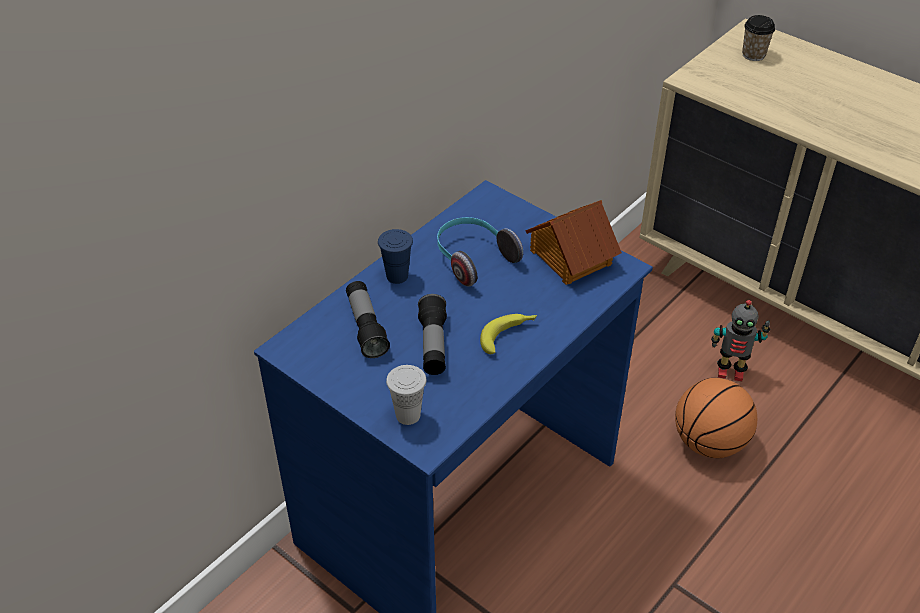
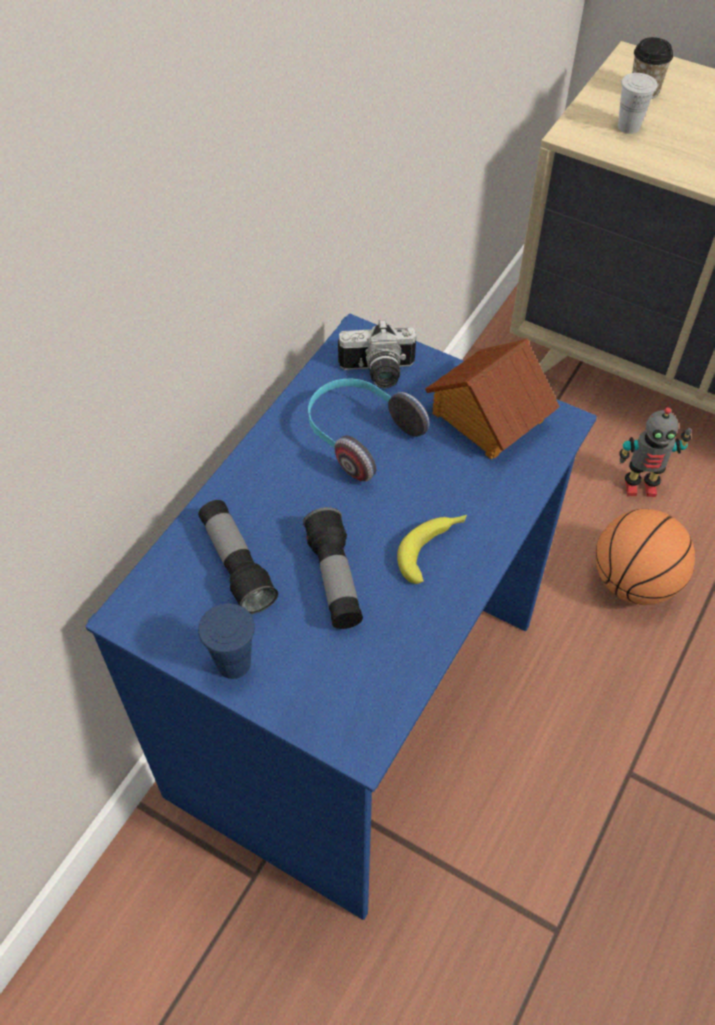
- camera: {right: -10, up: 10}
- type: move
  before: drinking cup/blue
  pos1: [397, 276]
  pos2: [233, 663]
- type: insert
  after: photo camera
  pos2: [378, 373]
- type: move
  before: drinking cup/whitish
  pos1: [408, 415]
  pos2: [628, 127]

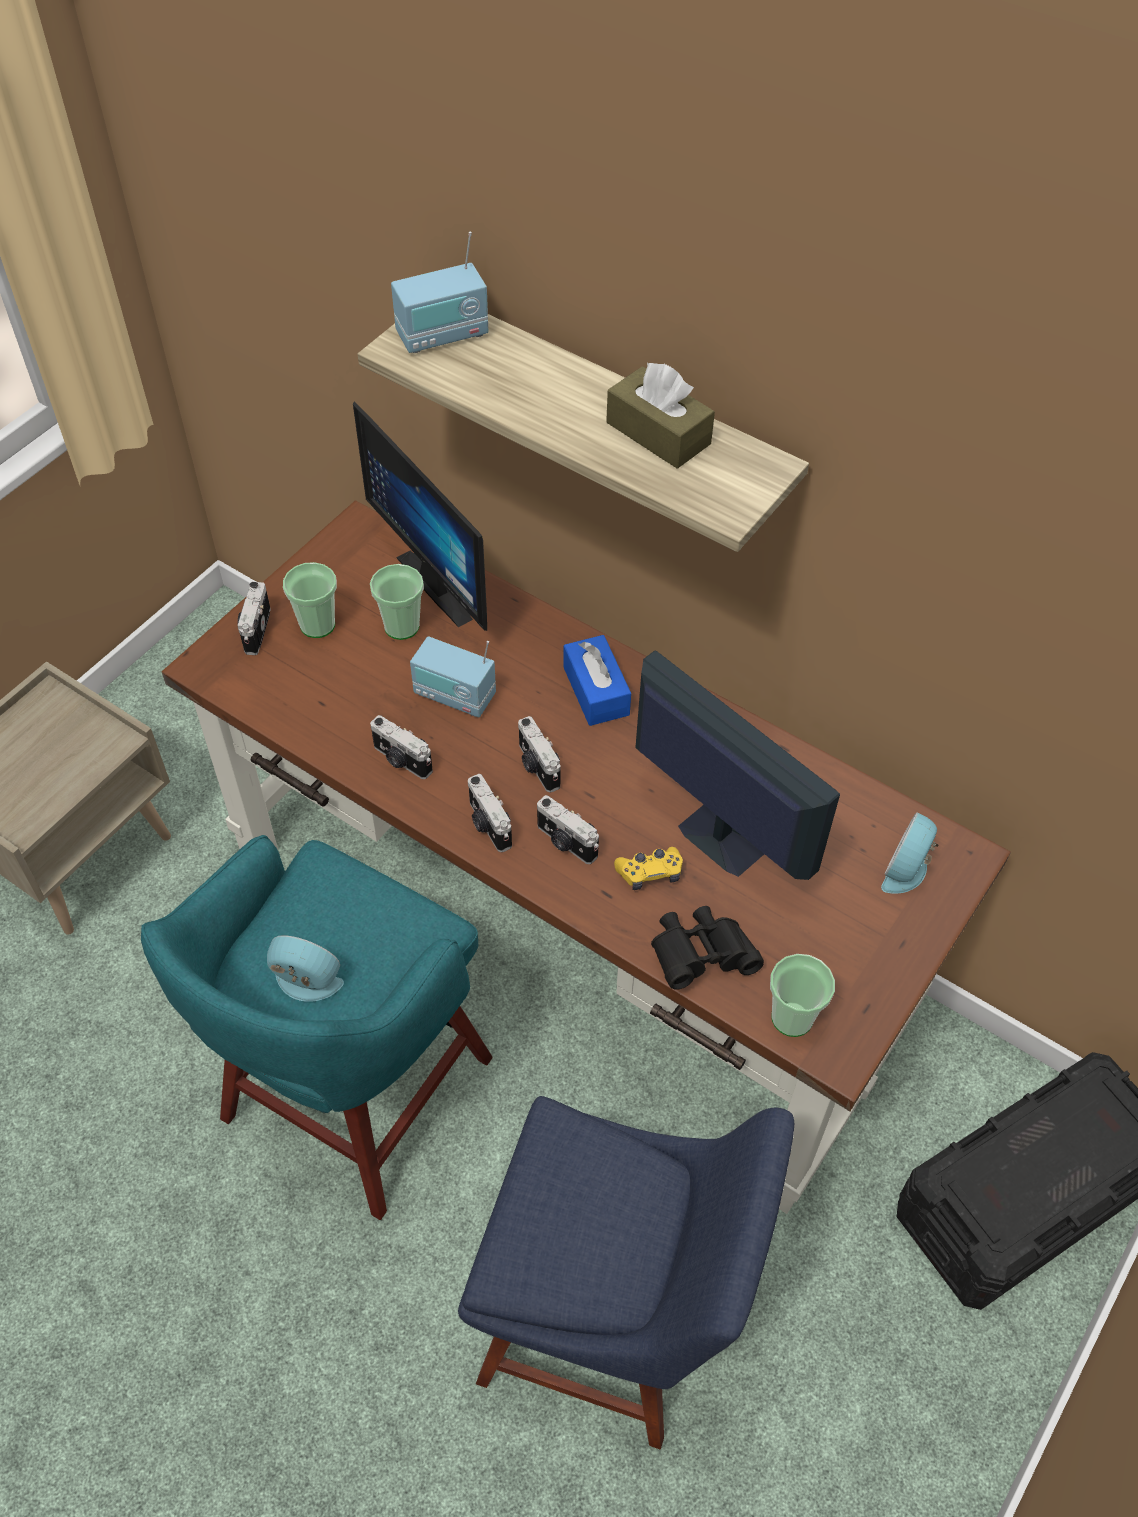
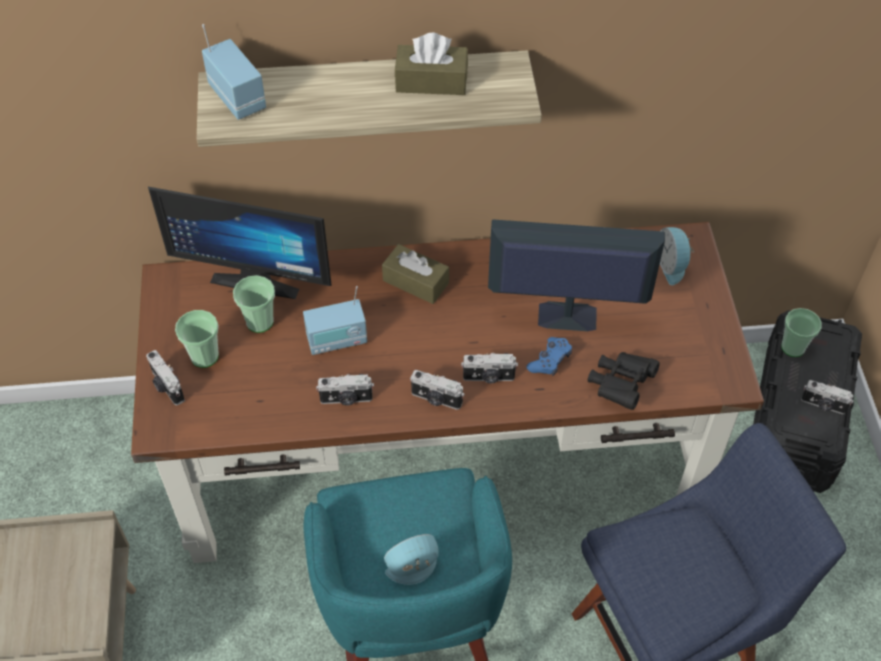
- camera: {right: -40, up: 0}
- type: rotate
  before: radio set
  pos1: [442, 336]
  pos2: [238, 97]
  turn: -60
- type: recolor
  before: tissue box/blue
  after: tissue box/brownish
  pos1: [596, 691]
  pos2: [415, 282]
- type: recolor
  before: joypad/yellowish
  after: joypad/blue
  pos1: [650, 873]
  pos2: [550, 361]
- type: move
  before: drinking cup
  pos1: [792, 1017]
  pos2: [793, 347]
- type: move
  before: photo camera
  pos1: [537, 766]
  pos2: [823, 405]

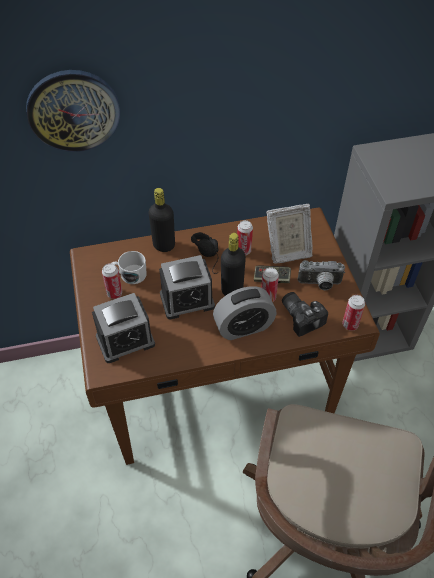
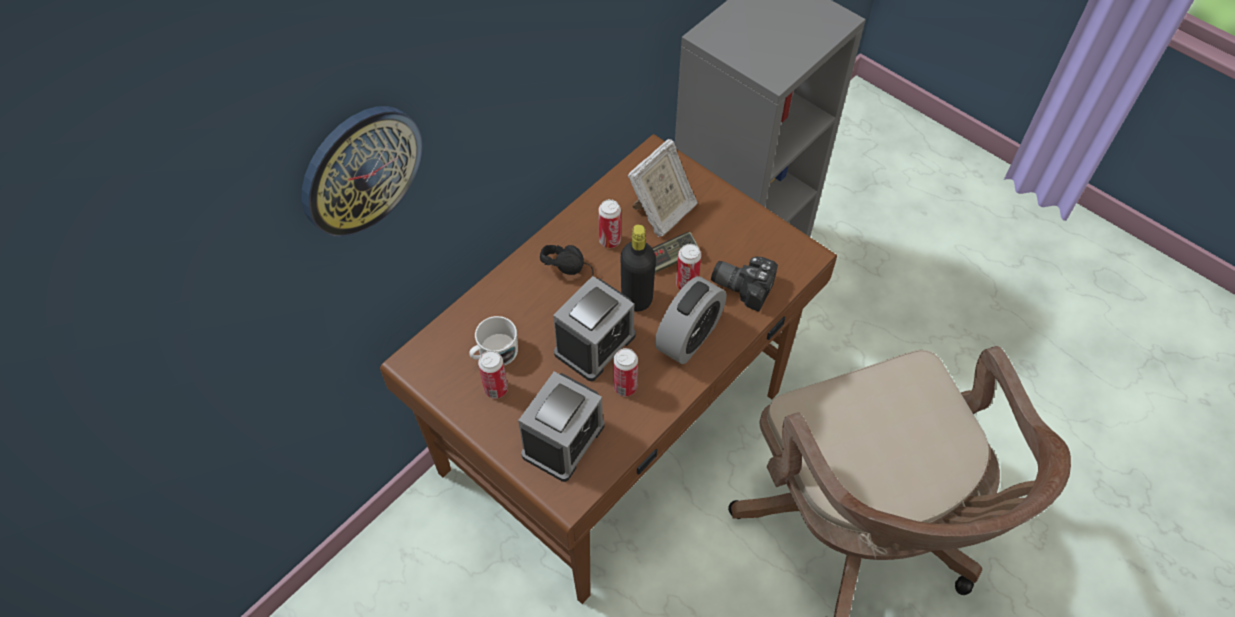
- camera: {right: -35, up: 5}
- type: move
  before: can
  pos1: [350, 324]
  pos2: [625, 387]
- type: delete
  before: drink bottle/blackish
  pos1: [164, 245]
- type: delete
  before: photo camera
  pos1: [320, 284]

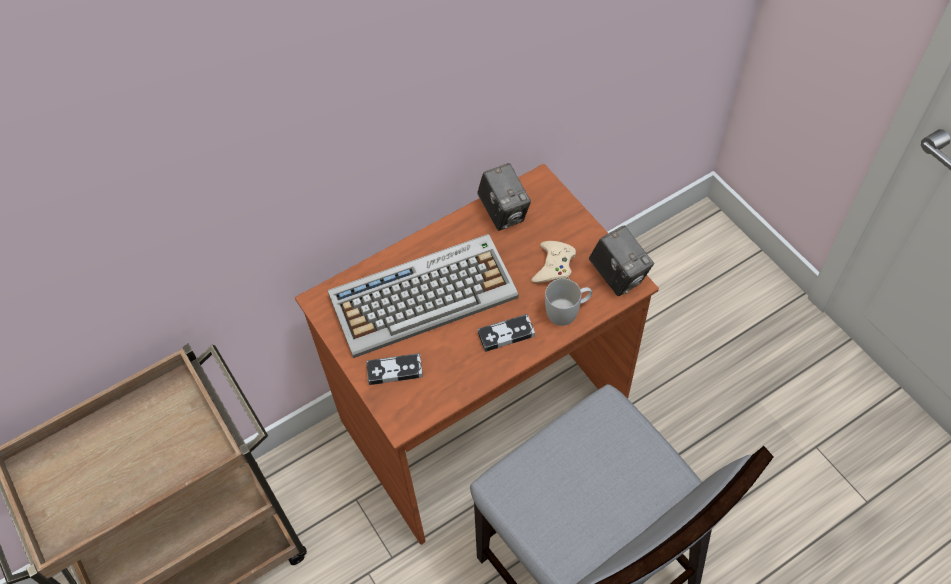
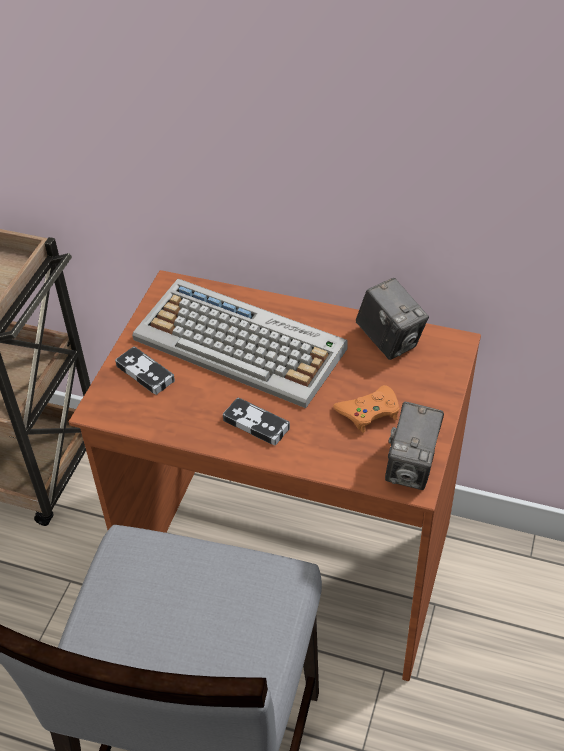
- camera: {right: 50, up: -10}
- type: recolor
  before: joypad/beige-coloured
  after: joypad/orange-coloured
  pos1: [554, 266]
  pos2: [369, 412]
- type: rotate
  before: photo camera
  pos1: [503, 212]
  pos2: [389, 340]
  turn: -60
- type: delete
  before: coffee mug/whitish
  pos1: [568, 311]

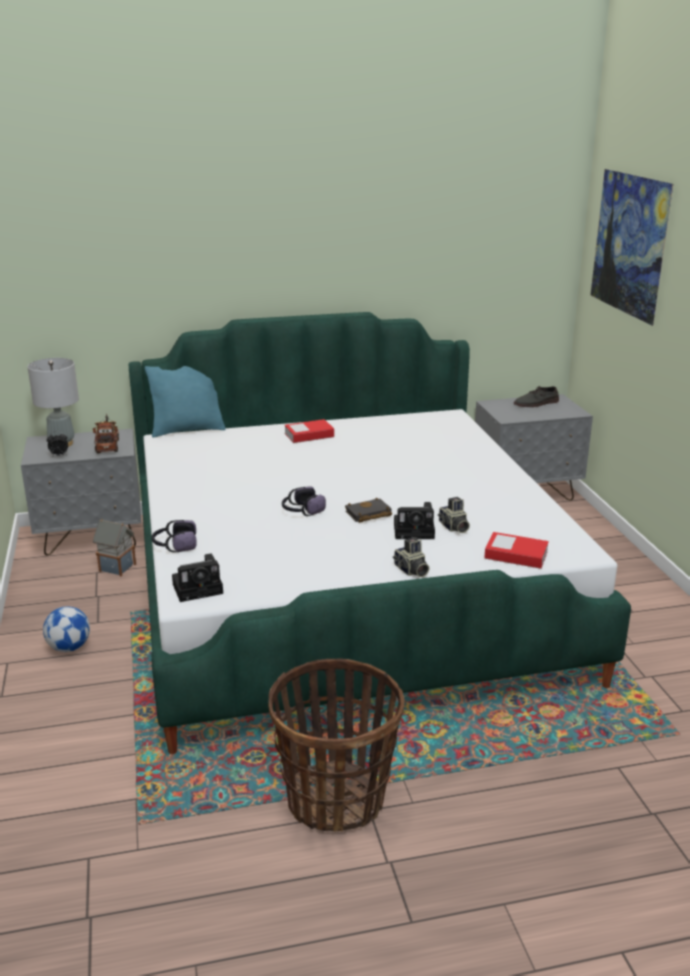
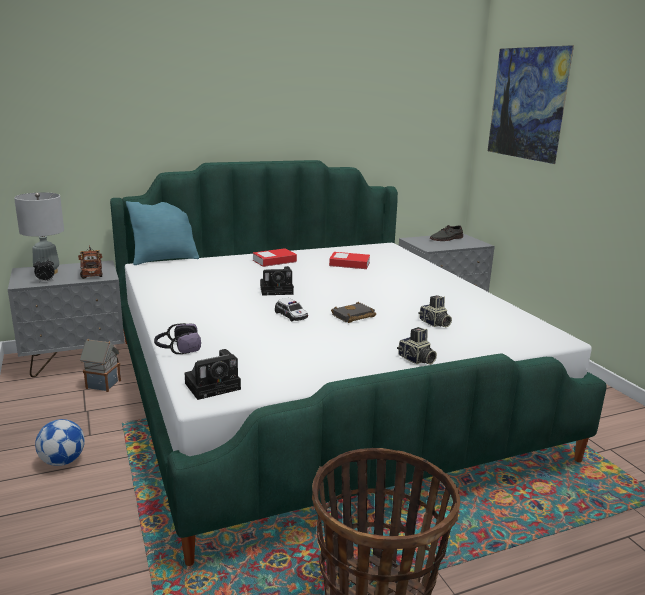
- camera: {right: -10, up: -5}
- type: move
  before: photo camera
  pos1: [416, 531]
  pos2: [278, 290]
- type: replace
  before: pair of headphones
  after: model car
  pos1: [302, 510]
  pos2: [291, 315]
- type: move
  before: volume
  pos1: [516, 555]
  pos2: [349, 264]

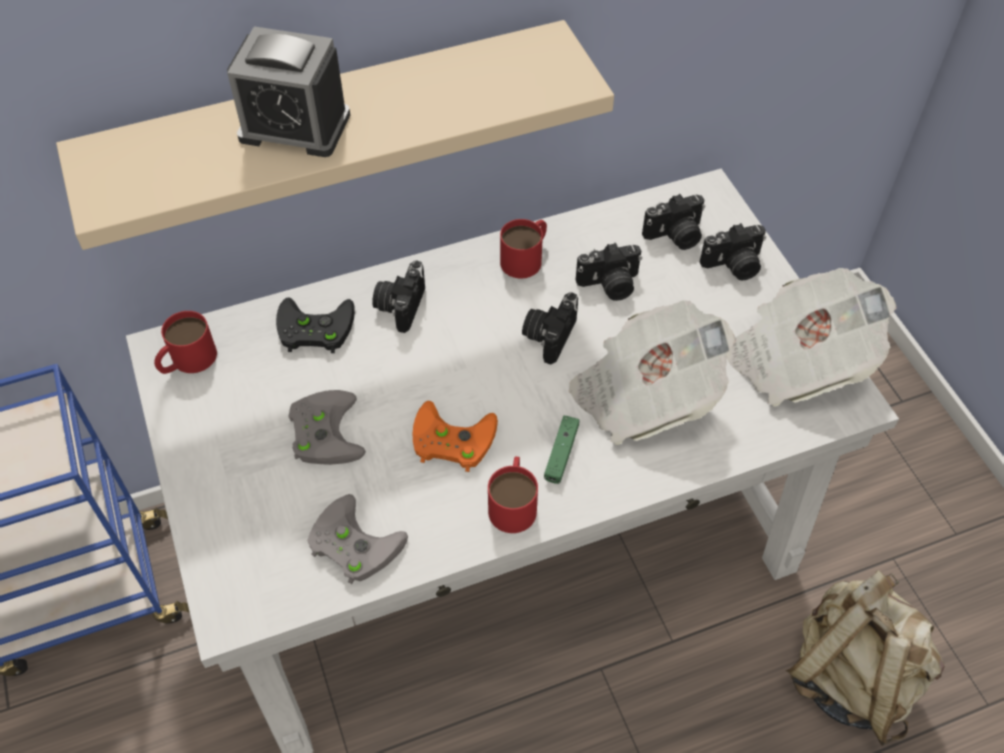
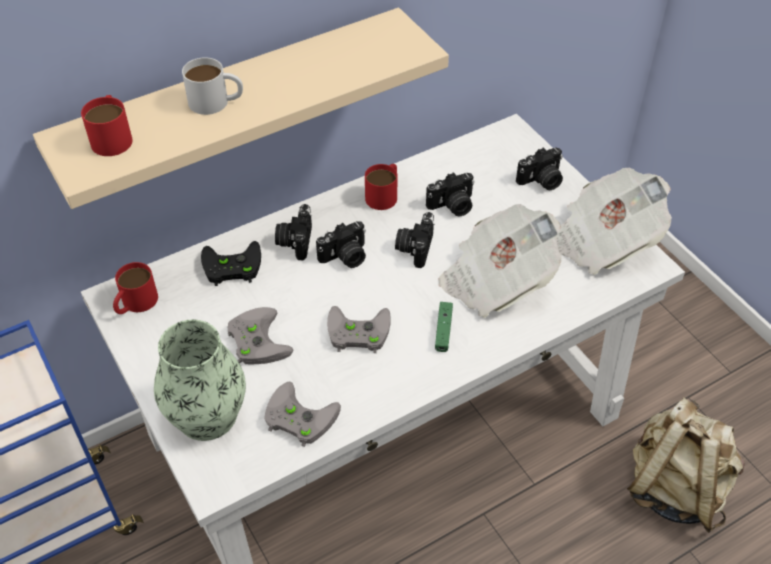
- camera: {right: -10, up: -5}
- type: move
  before: coffee mug/red
  pos1: [513, 502]
  pos2: [112, 136]
- type: insert
  after: vase
  pos2: [207, 415]
- type: replace
  before: table clock
  after: coffee mug/whitish
  pos1: [294, 126]
  pos2: [216, 102]
- type: move
  before: photo camera
  pos1: [675, 236]
  pos2: [345, 257]
- type: recolor
  before: joypad/orange-coloured
  after: joypad/greyish
  pos1: [449, 441]
  pos2: [356, 333]

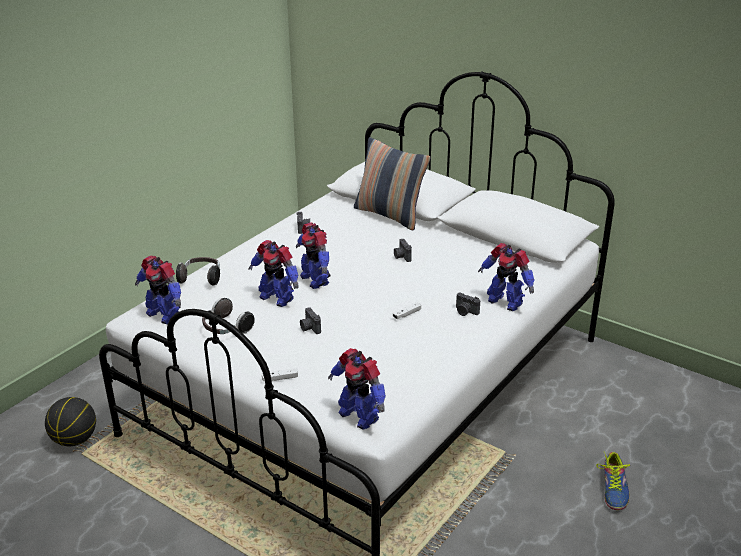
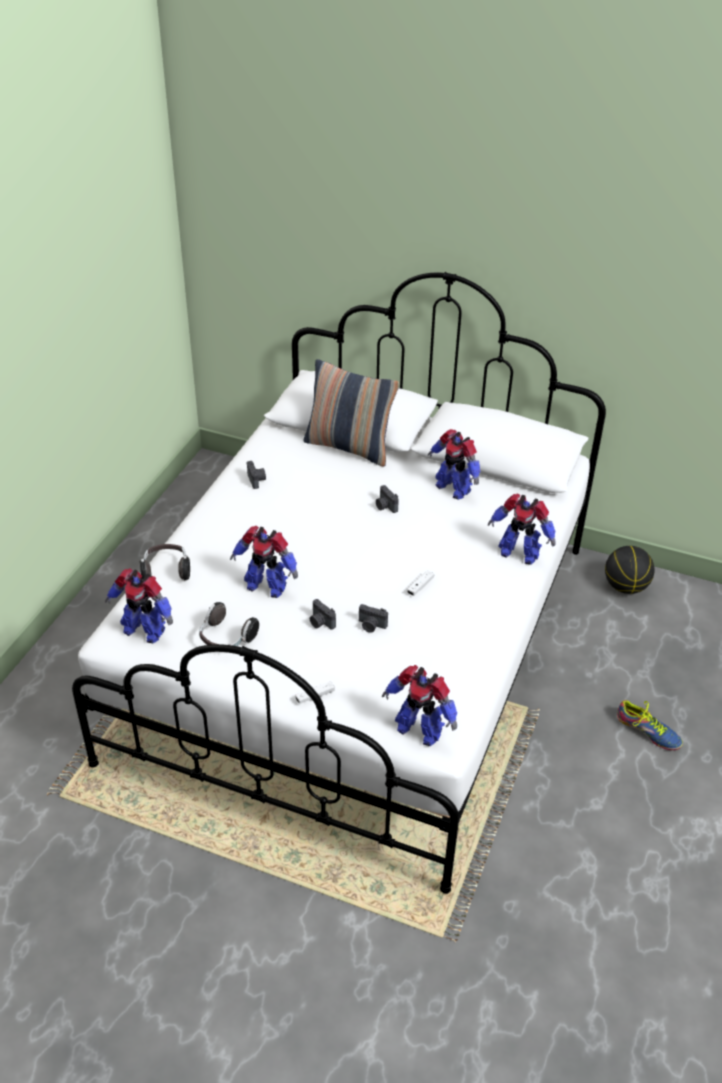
- camera: {right: -15, up: 10}
- type: move
  before: photo camera
  pos1: [465, 312]
  pos2: [371, 626]
- type: move
  before: robot figure
  pos1: [315, 279]
  pos2: [453, 488]
- type: move
  before: ball for basketball
  pos1: [75, 440]
  pos2: [625, 587]
- type: rotate
  before: item of footwear
  pos1: [614, 488]
  pos2: [648, 731]
  turn: -45

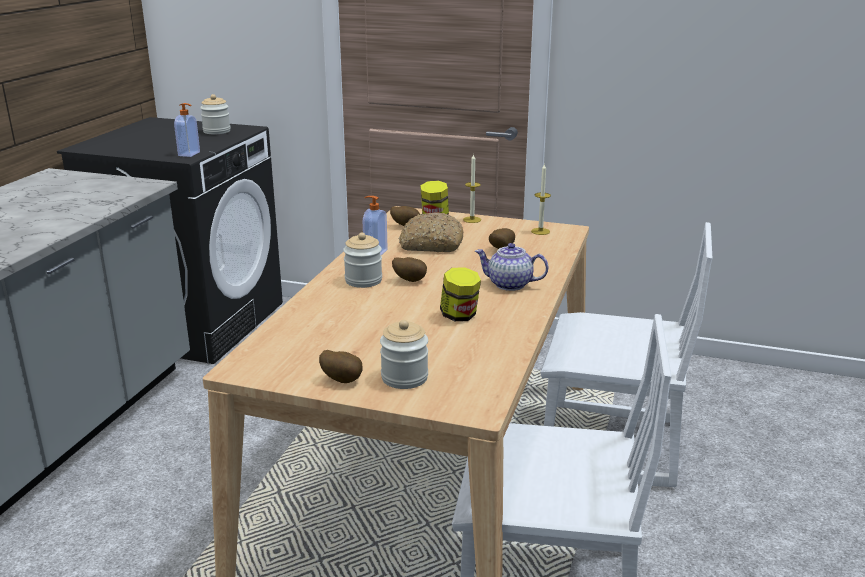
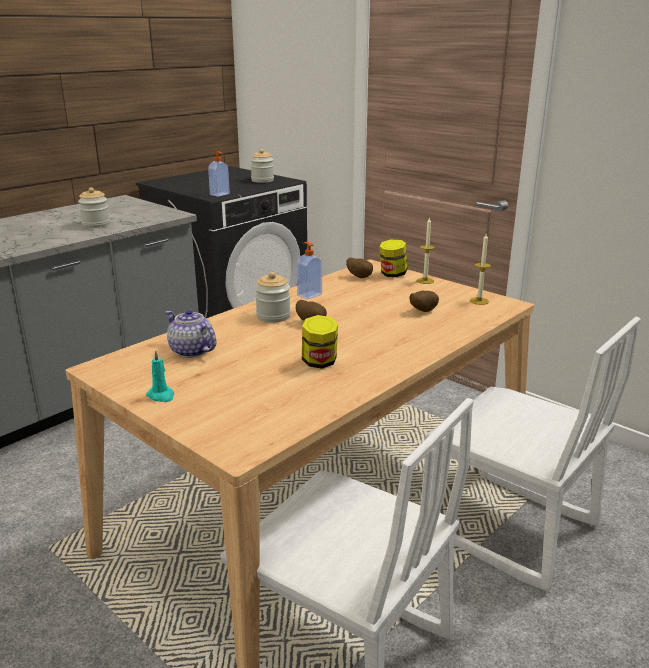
- camera: {right: 25, up: 0}
- type: move
  before: preserve jar
  pos1: [404, 378]
  pos2: [96, 225]
- type: replace
  before: spud
  after: wax candle/turquoise
  pos1: [343, 380]
  pos2: [161, 396]
- type: move
  before: tea pot
  pos1: [509, 284]
  pos2: [191, 351]
- type: delete
  before: baked bread
  pos1: [431, 244]

